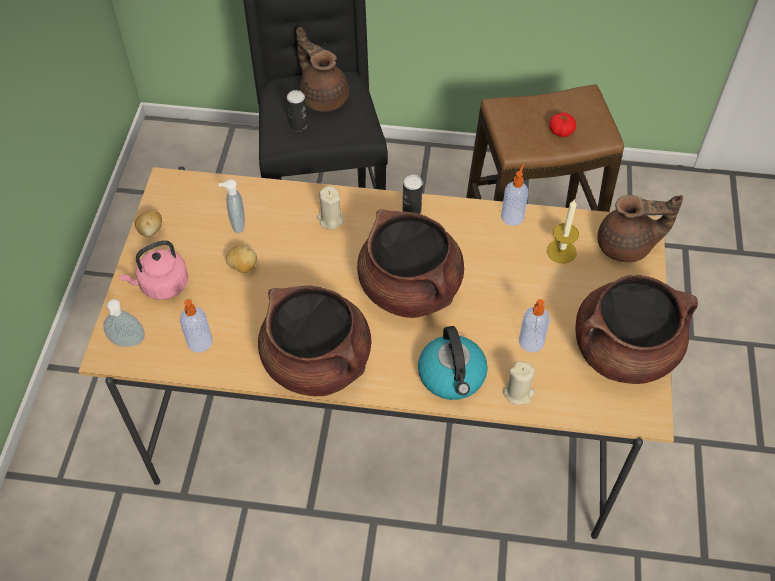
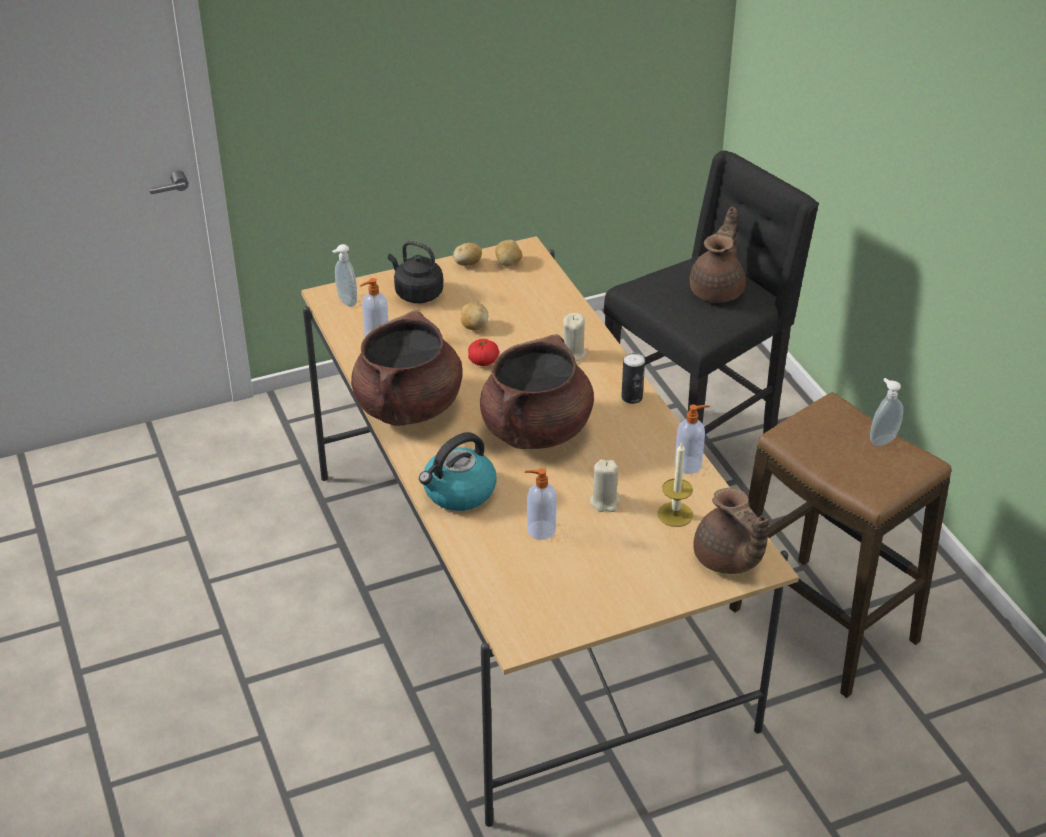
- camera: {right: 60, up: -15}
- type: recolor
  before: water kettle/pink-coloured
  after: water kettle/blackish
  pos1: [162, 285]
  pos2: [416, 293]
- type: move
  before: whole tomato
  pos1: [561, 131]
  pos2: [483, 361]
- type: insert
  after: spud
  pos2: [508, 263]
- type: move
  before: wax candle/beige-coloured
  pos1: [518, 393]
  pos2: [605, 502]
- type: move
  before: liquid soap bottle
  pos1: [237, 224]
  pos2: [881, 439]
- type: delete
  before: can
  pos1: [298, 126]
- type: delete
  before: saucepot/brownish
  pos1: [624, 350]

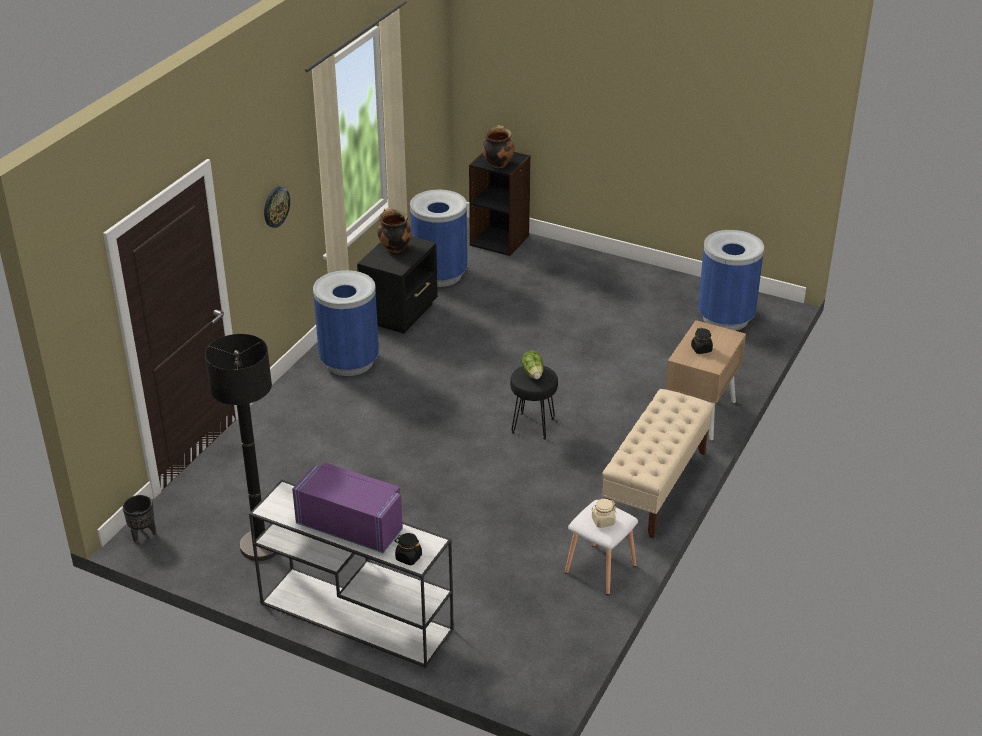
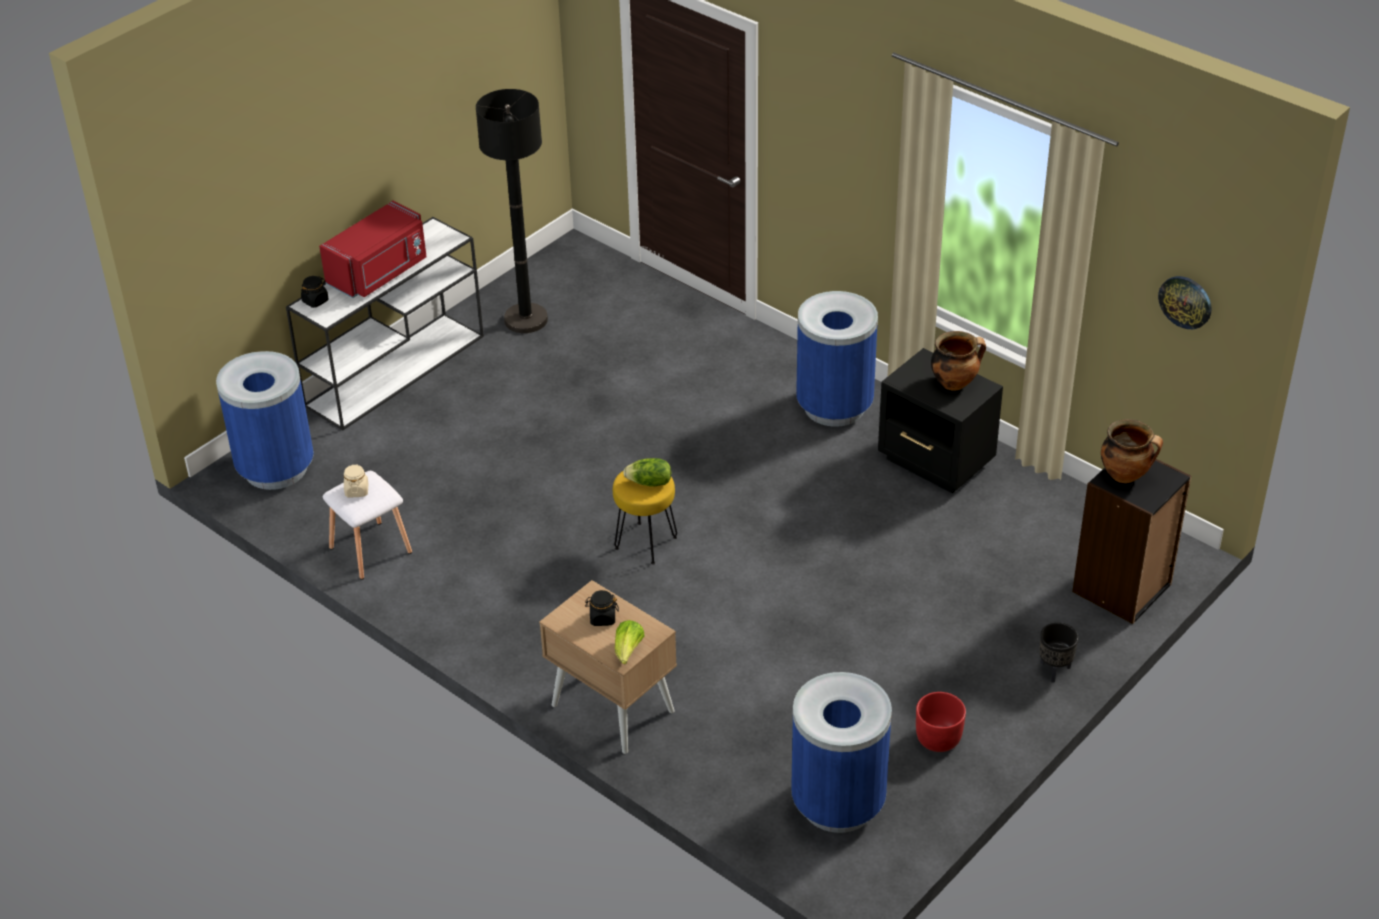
- camera: {right: 105, up: 5}
- type: move
  before: trash can/blue
  pos1: [440, 275]
  pos2: [276, 468]
- type: recolor
  before: microwave/purple
  after: microwave/red
  pos1: [352, 526]
  pos2: [379, 272]
- type: recolor
  before: stool seat/blackish
  after: stool seat/yellowish
  pos1: [533, 426]
  pos2: [645, 543]
- type: insert
  after: head of lettuce
  pos2: [628, 651]
- type: insert
  after: plant pot/red
  pos2: [938, 738]
- type: move
  before: plant pot/blackish
  pos1: [143, 534]
  pos2: [1054, 671]
- type: move
  before: hanging clock
  pos1: [276, 206]
  pos2: [1185, 301]
- type: delete
  before: long seat/beige-coloured
  pos1: [655, 486]

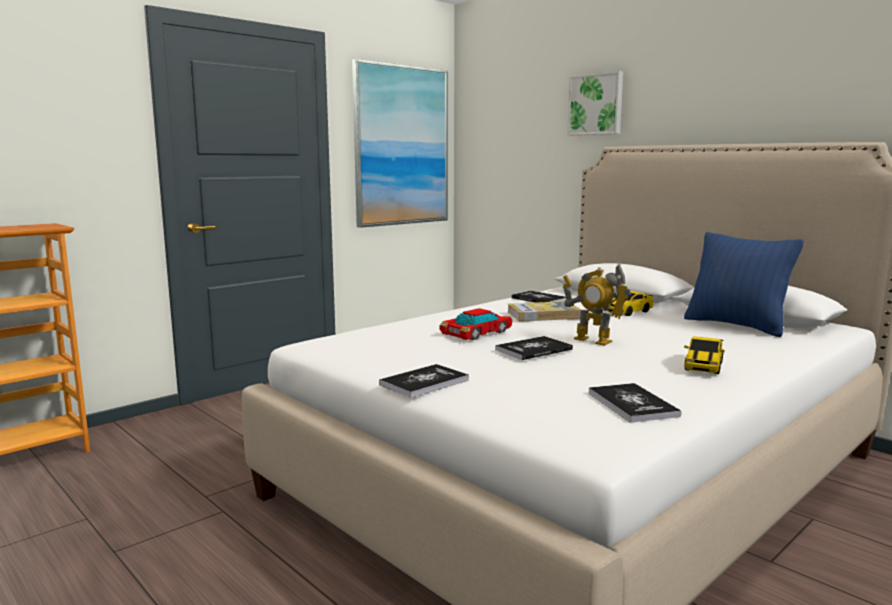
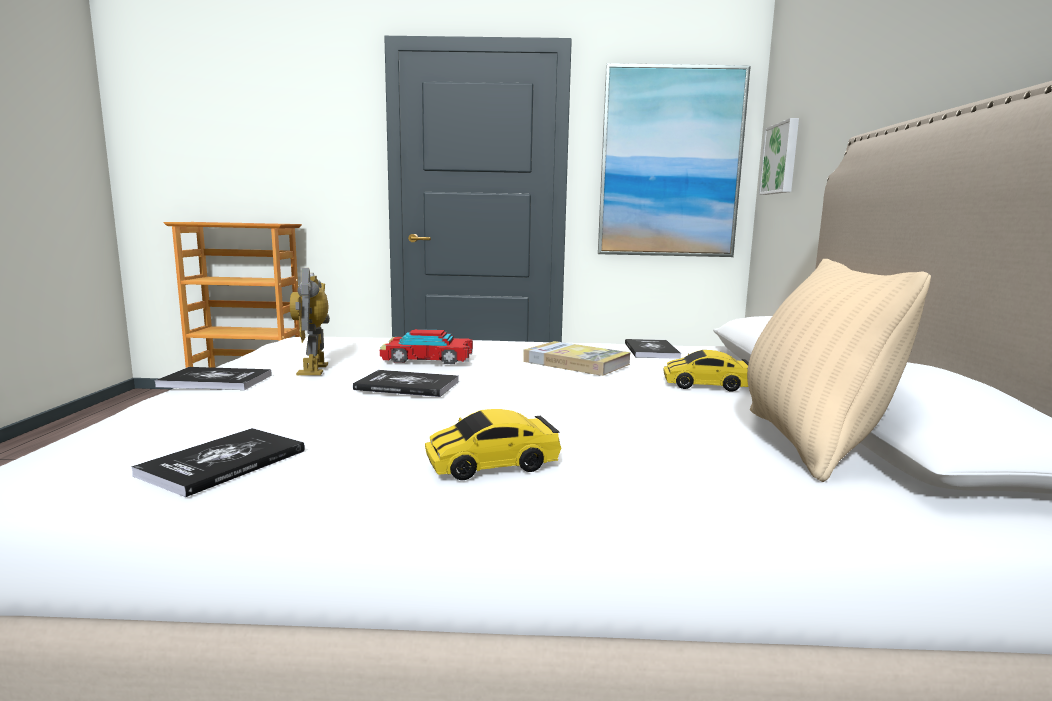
- camera: {right: 45, up: 0}
- type: move
  before: robot figure
  pos1: [592, 340]
  pos2: [314, 369]
- type: recolor
  before: cushion/blue
  after: cushion/beige-coloured
  pos1: [736, 325]
  pos2: [809, 443]
- type: move
  before: picture
  pos1: [596, 104]
  pos2: [781, 159]

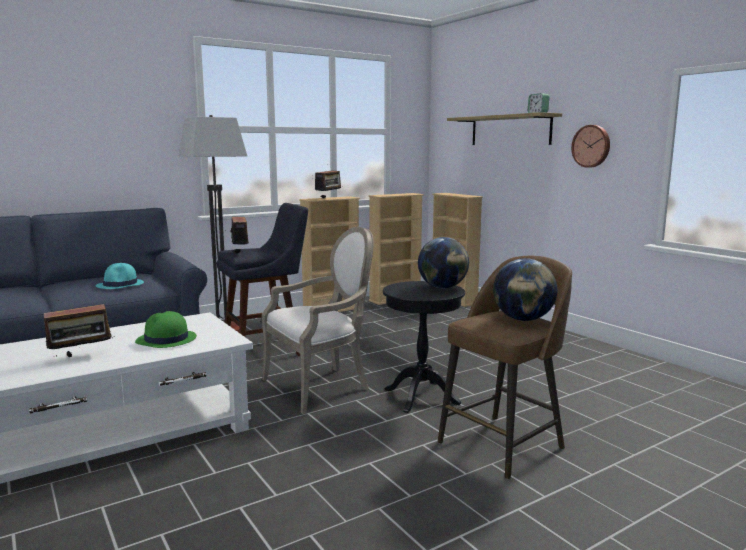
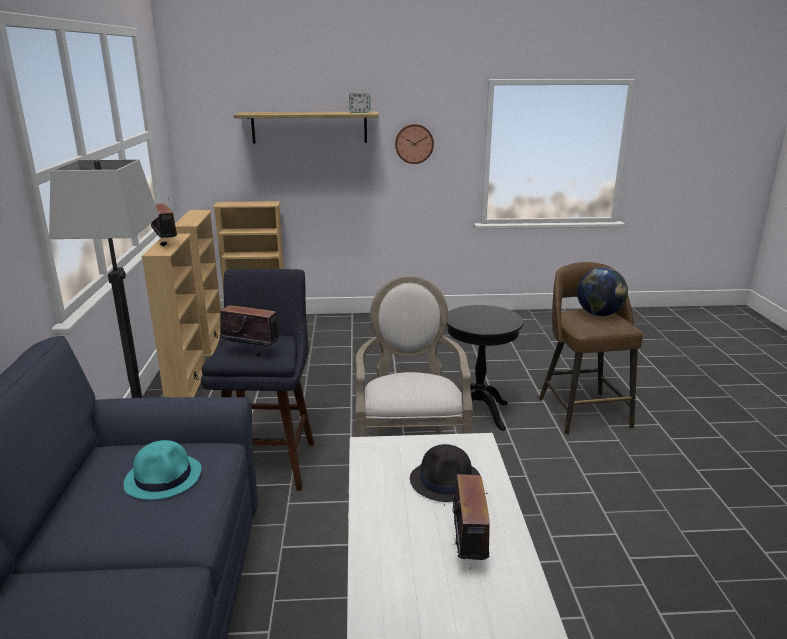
- camera: {right: -60, up: 10}
- type: recolor
  before: hat/green-coloured
  after: hat/blackish
  pos1: [166, 340]
  pos2: [446, 481]
- type: delete
  before: globe
  pos1: [442, 287]

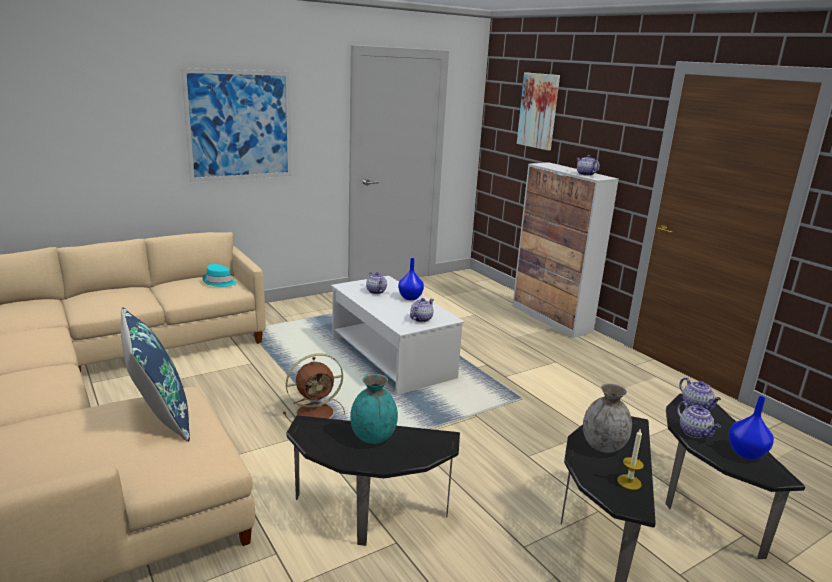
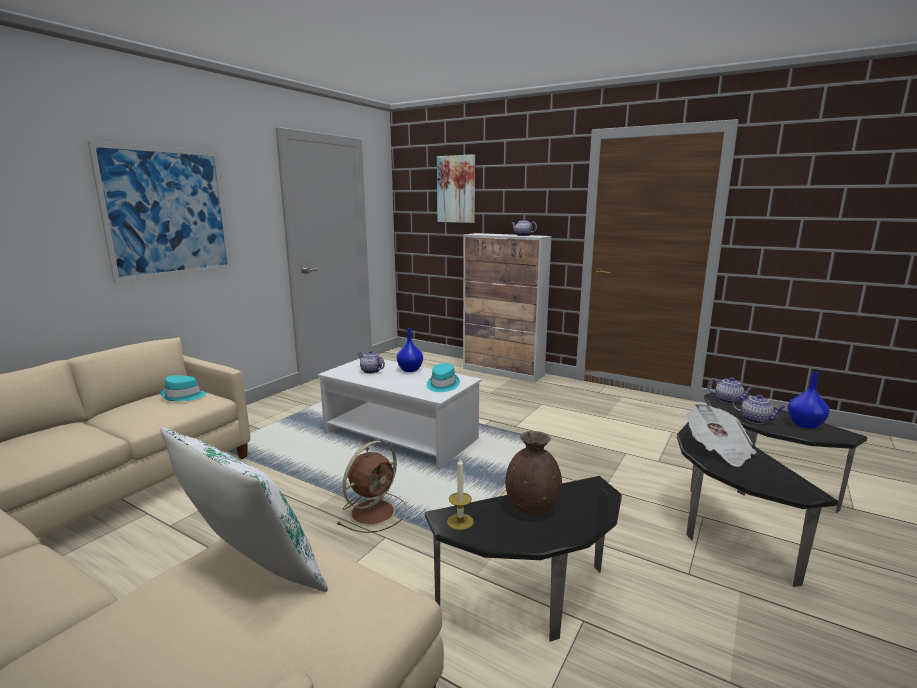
- camera: {right: -25, up: -5}
- type: recolor
  before: cushion/blue
  after: cushion/whitish
  pos1: [159, 417]
  pos2: [251, 573]
- type: replace
  before: tea pot
  after: hat/turquoise
  pos1: [421, 319]
  pos2: [442, 385]
- type: move
  before: wax candle
  pos1: [629, 482]
  pos2: [460, 521]
- type: recolor
  before: vase/turquoise
  after: vase/brownish
  pos1: [373, 437]
  pos2: [532, 507]
- type: replace
  before: vase/greyish
  after: daily paper
  pos1: [603, 446]
  pos2: [718, 450]

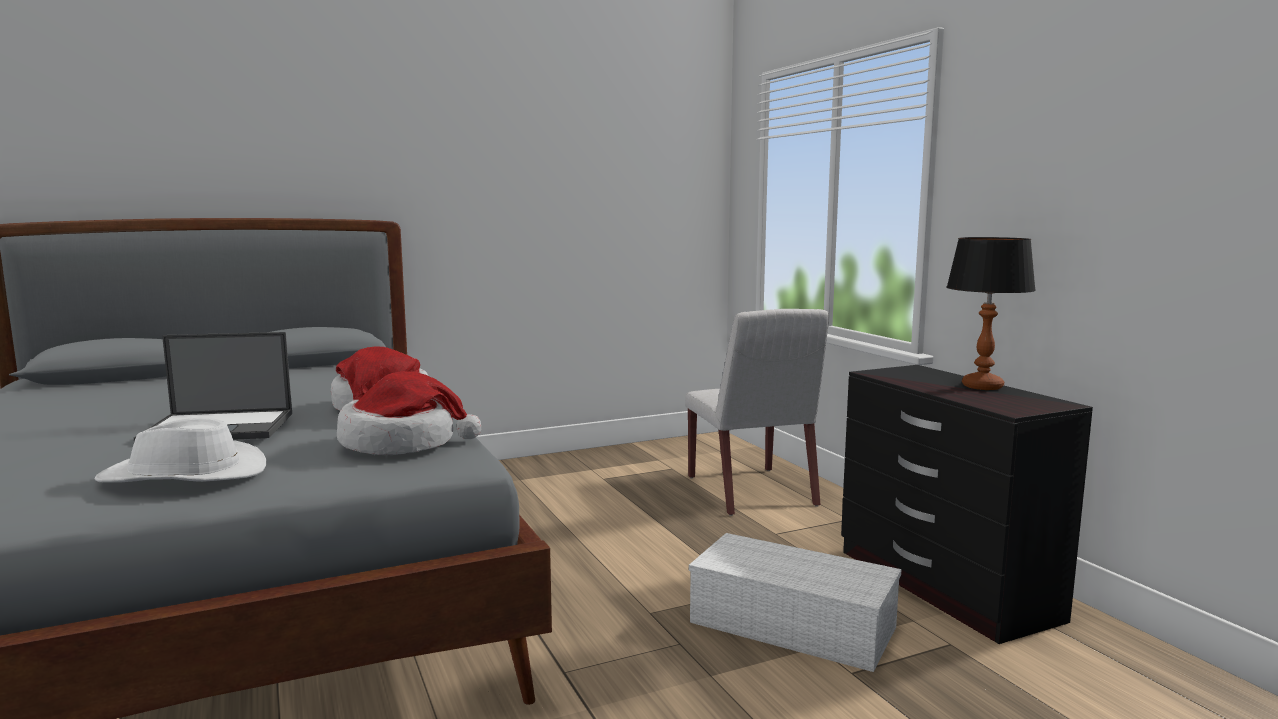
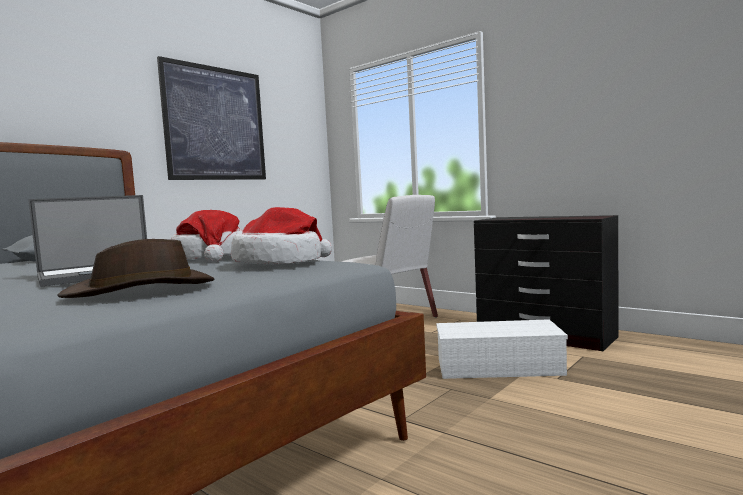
- camera: {right: -25, up: -5}
- type: recolor
  before: hat/whitish
  after: hat/brownish
  pos1: [184, 476]
  pos2: [143, 290]
- type: insert
  after: picture
  pos2: [215, 124]
- type: delete
  before: tabletop lamp
  pos1: [982, 386]

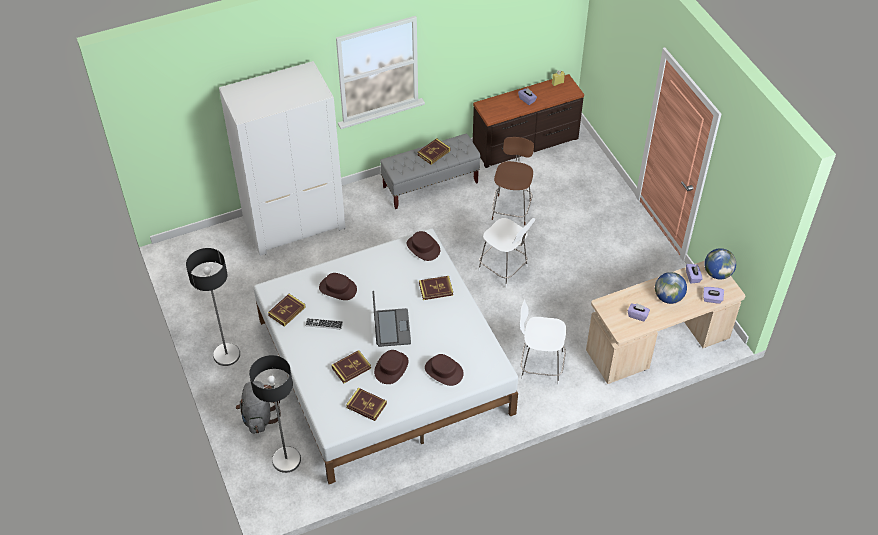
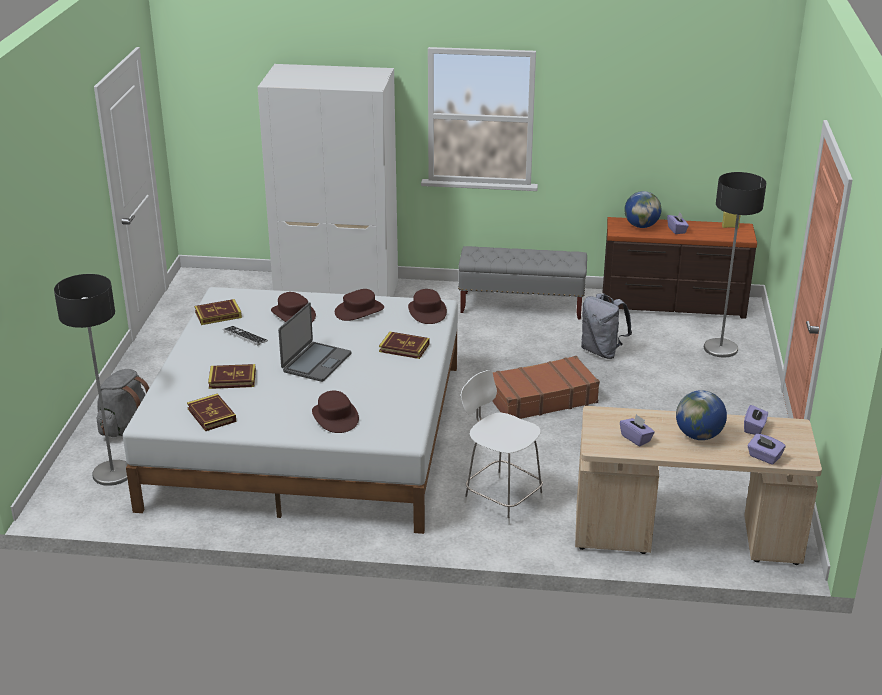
- camera: {right: 30, up: -20}
- type: move
  before: hat/brownish
  pos1: [391, 368]
  pos2: [359, 311]
- type: replace
  before: upright chair/whitish
  after: suitcase/brownish
  pos1: [504, 269]
  pos2: [541, 399]
- type: replace
  before: upright chair/brownish
  after: rucksack/greyish
  pos1: [511, 209]
  pos2: [602, 351]
- type: move
  before: globe
  pos1: [717, 273]
  pos2: [641, 226]
- type: move
  before: floor lamp
  pos1: [227, 354]
  pos2: [721, 348]
- type: delete
  before: volume
  pos1: [433, 153]

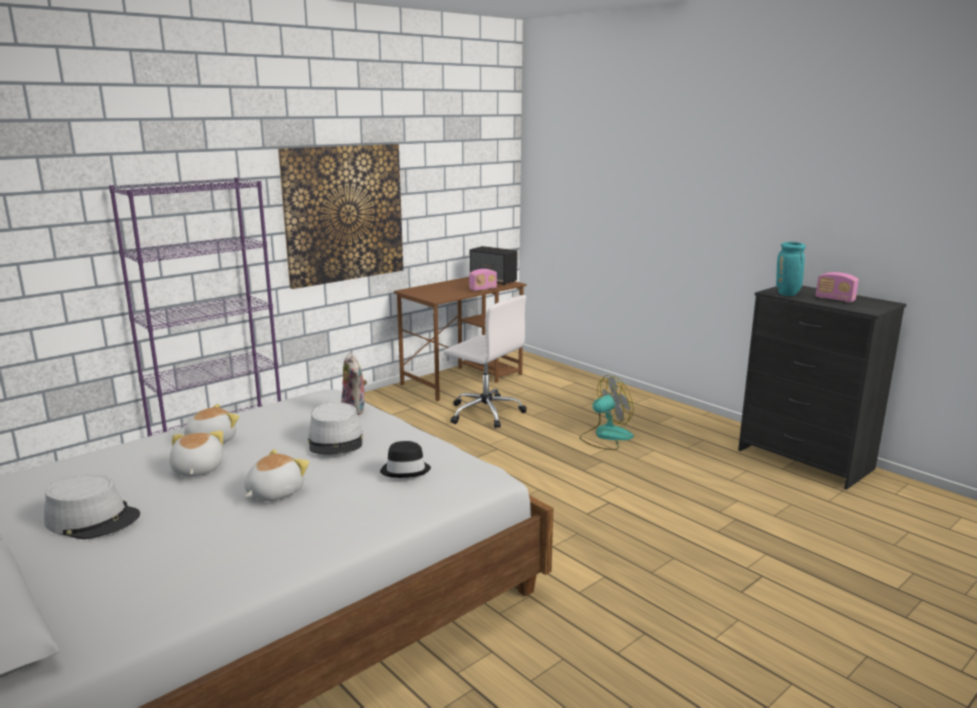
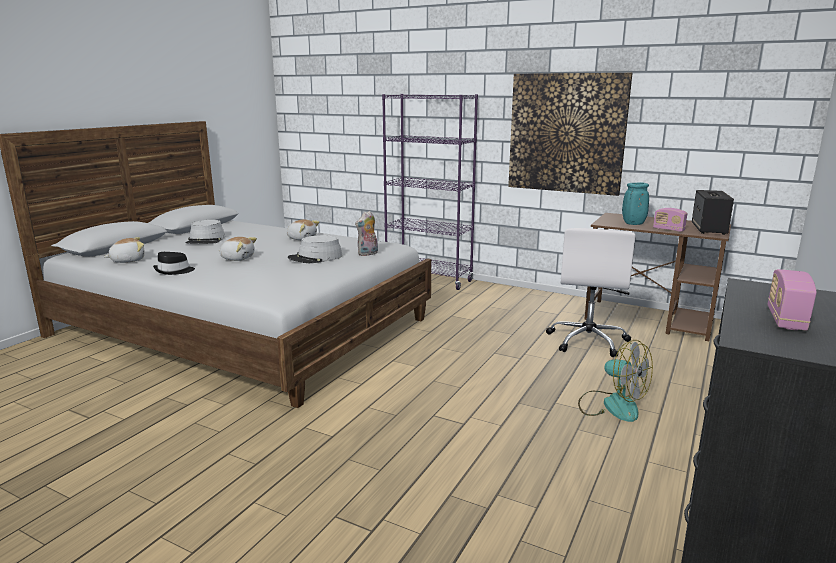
- camera: {right: 70, up: 0}
- type: move
  before: soft toy
  pos1: [196, 469]
  pos2: [128, 260]
- type: move
  before: hat/blackish
  pos1: [405, 470]
  pos2: [174, 271]
- type: move
  before: vase/turquoise
  pos1: [787, 294]
  pos2: [633, 224]

